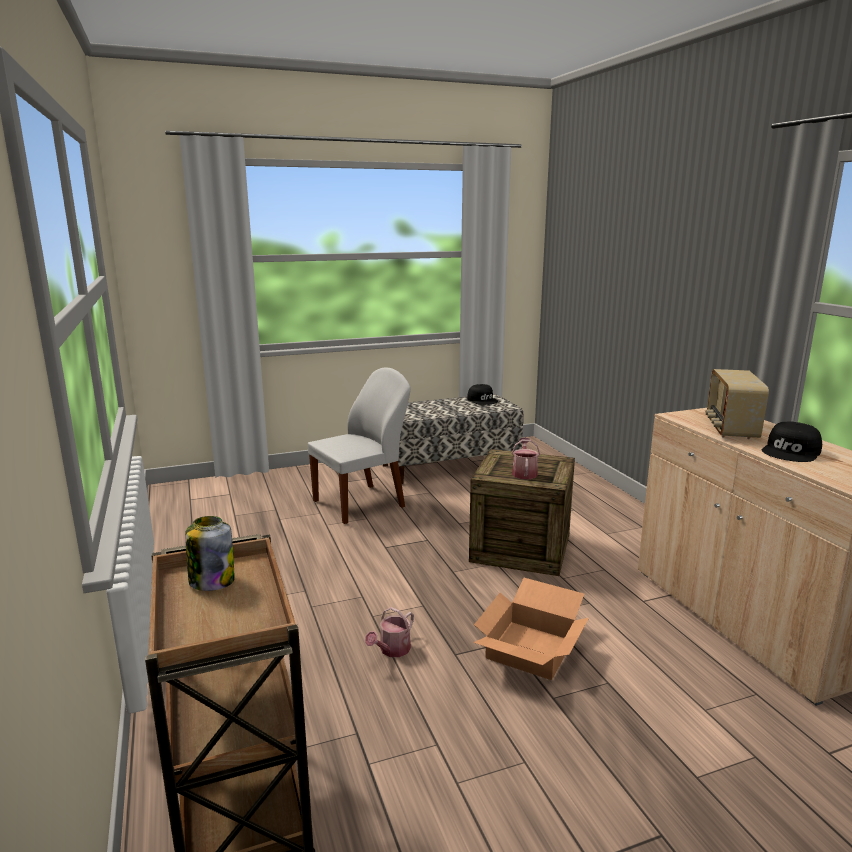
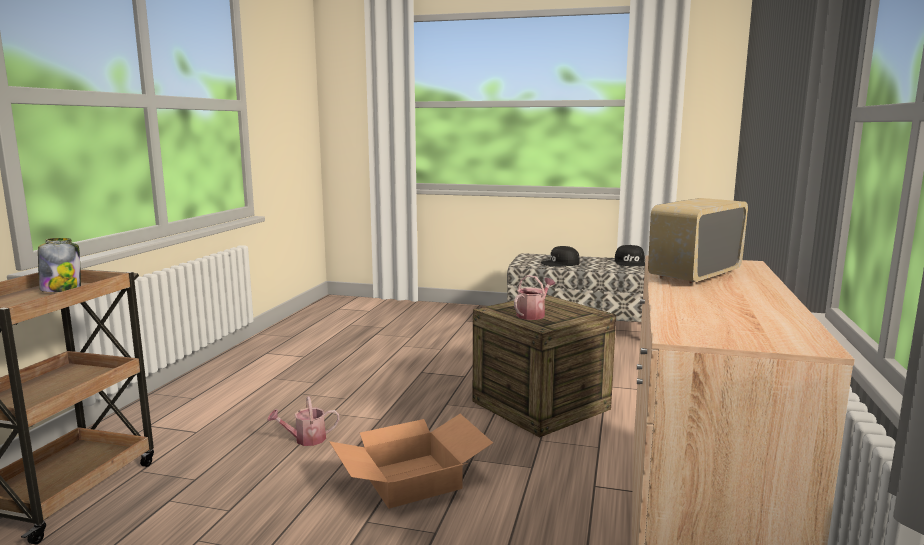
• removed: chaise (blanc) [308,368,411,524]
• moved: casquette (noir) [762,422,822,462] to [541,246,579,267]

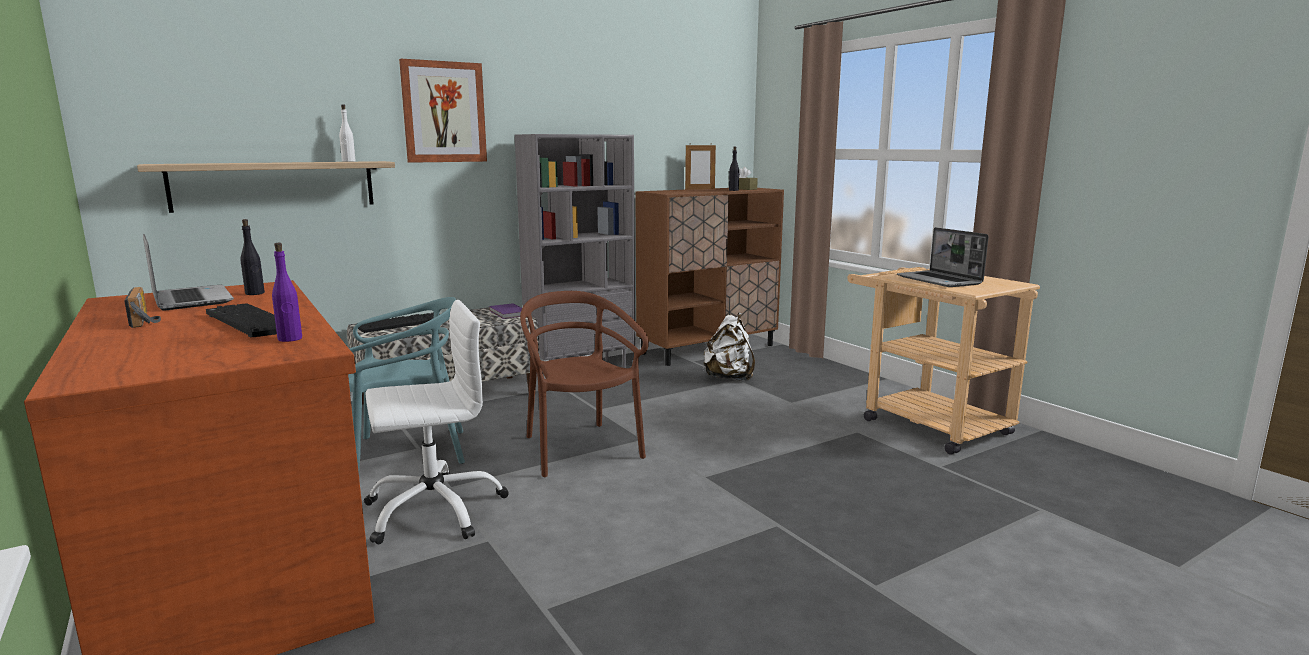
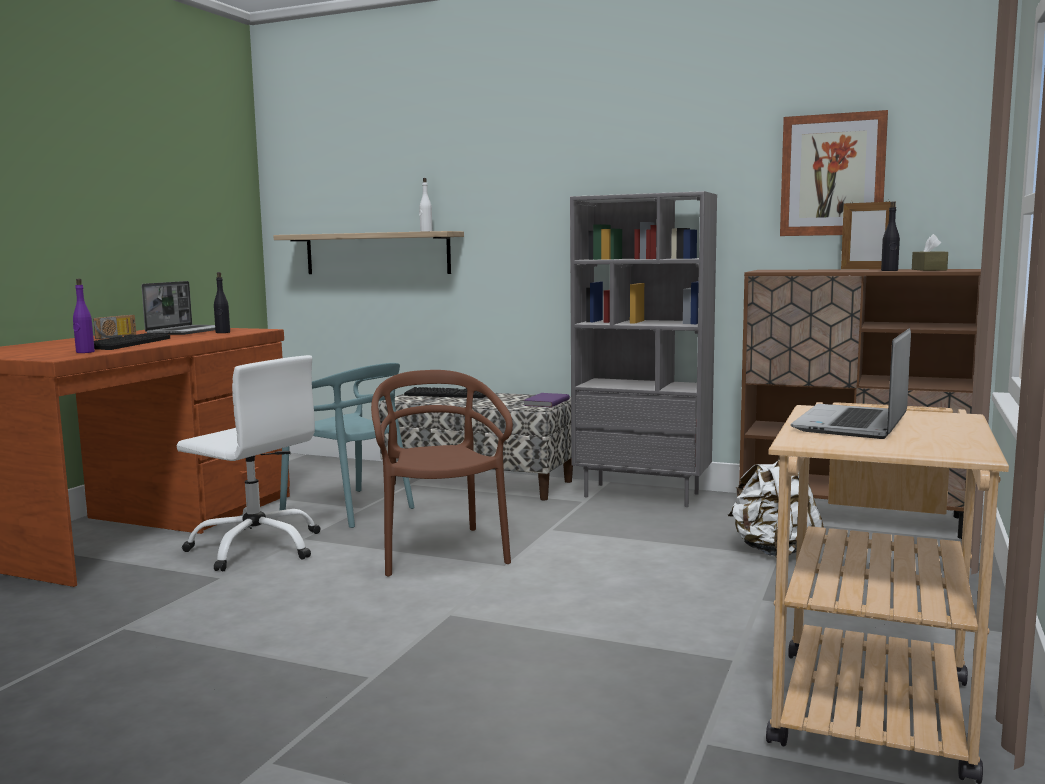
• moved: tableau [399,59,487,163] to [780,110,888,236]
• turned: chaise (marron) [520,291,649,477] = [371,370,513,577] 45 degrees counterclockwise

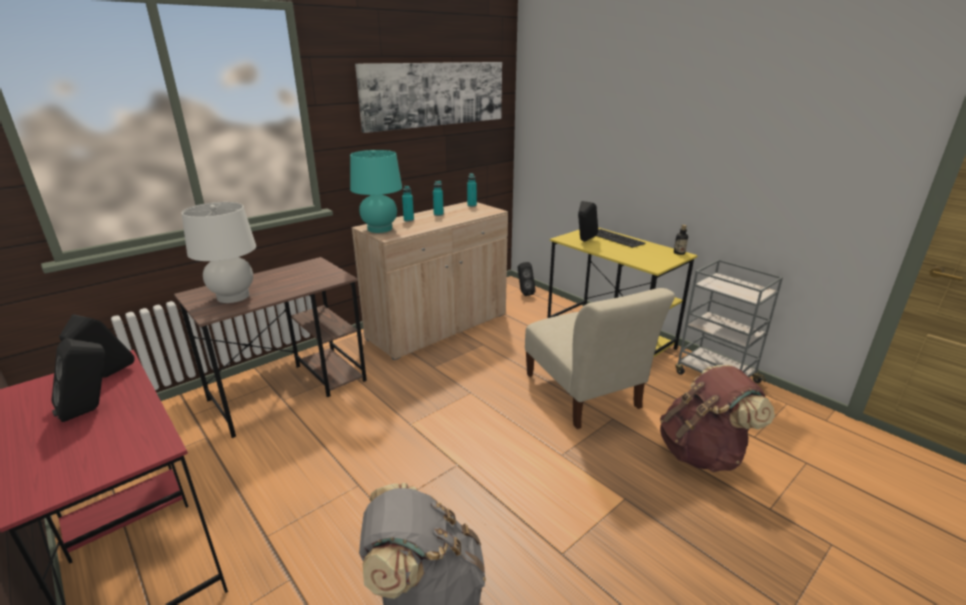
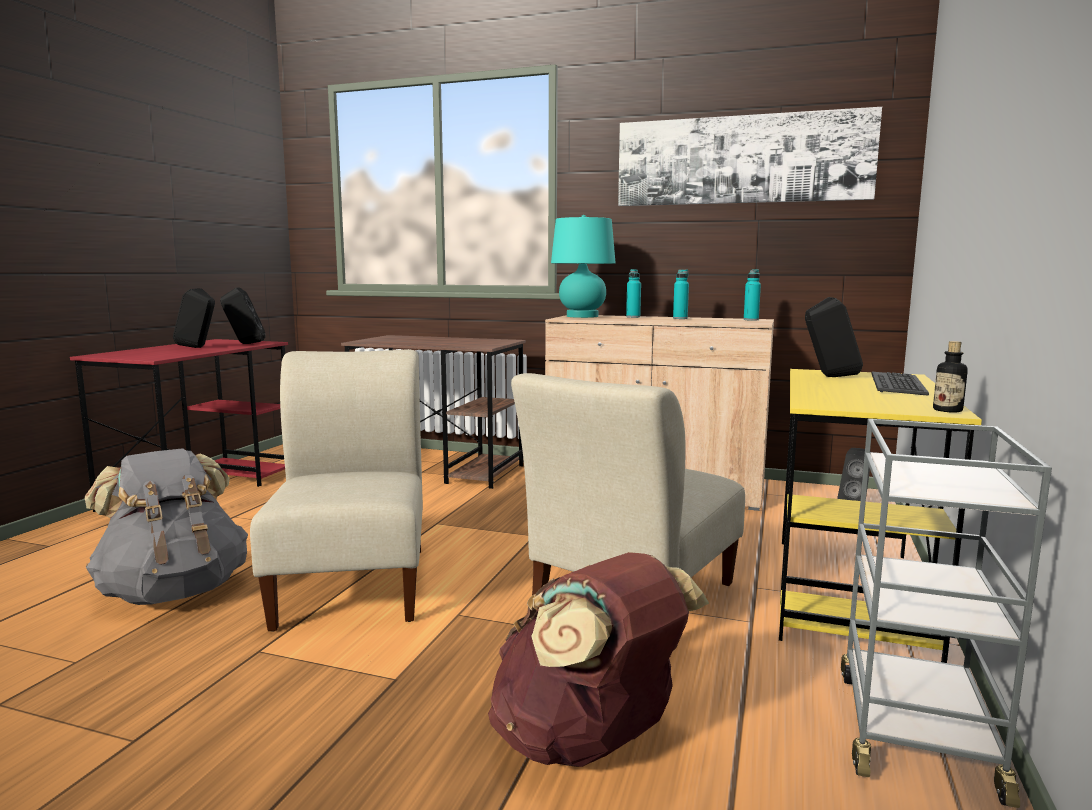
• removed: lampe de table (blanc) [182,202,256,303]
• added: chaise (beige) [250,350,423,632]

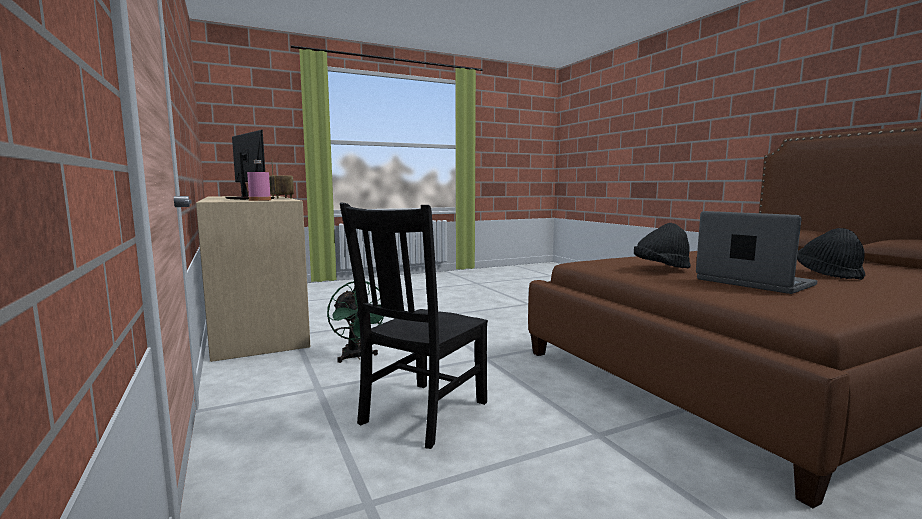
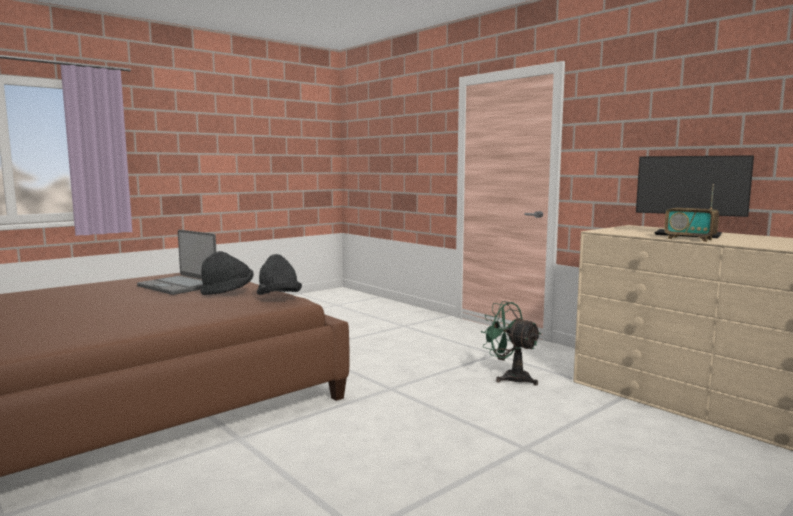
• removed: bouteille (rose) [247,160,271,201]
• removed: chaise (noir) [340,202,488,449]
• moved: chapeau (noir) [797,228,865,280] to [256,254,302,295]

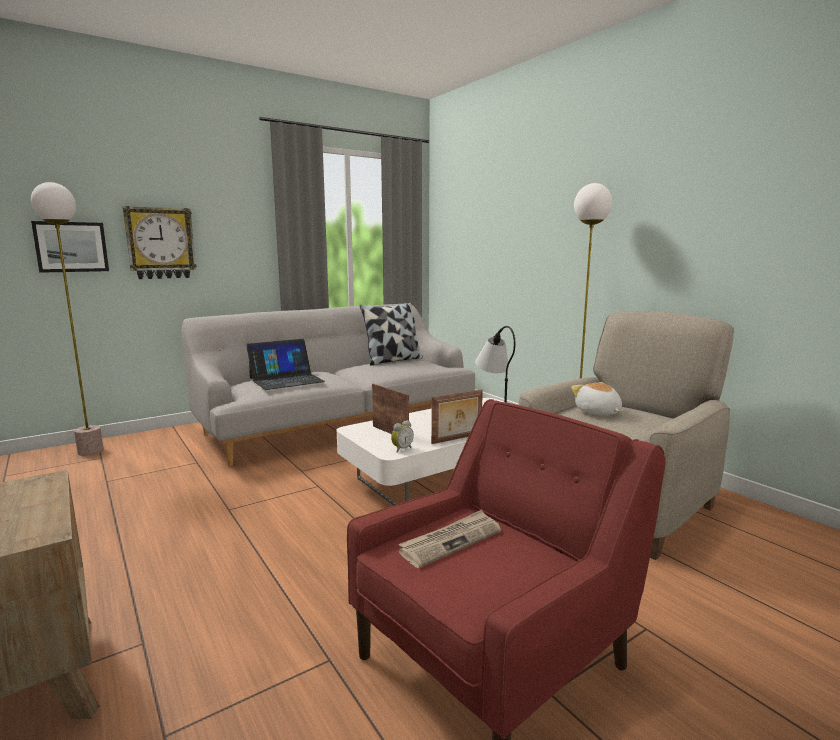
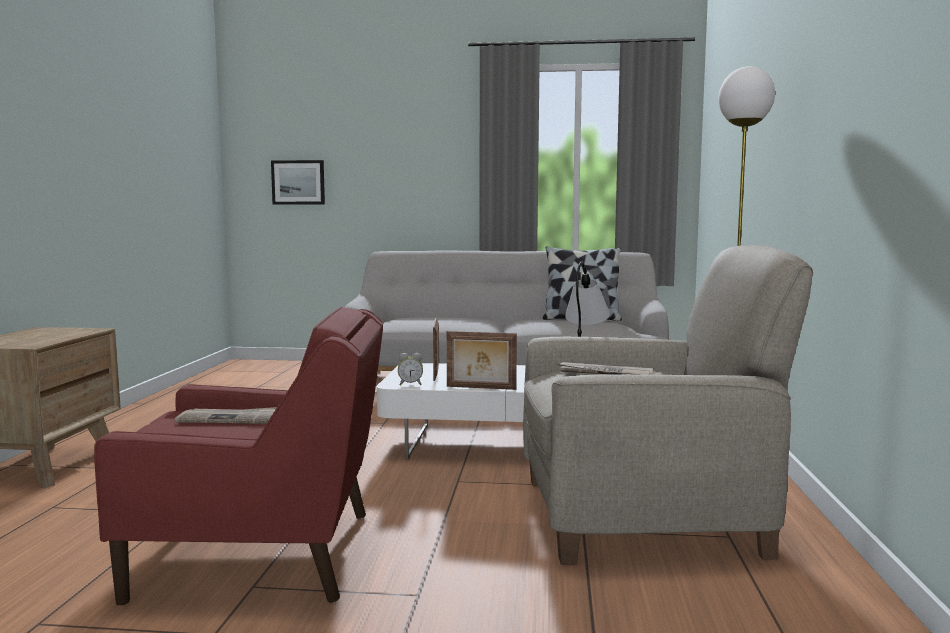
• removed: lampadaire [31,182,104,456]
• removed: horloge murale [122,206,197,279]
• removed: ordinateur portable [246,339,325,390]
• replaced: peluche [571,382,622,416] to journal [557,362,654,375]

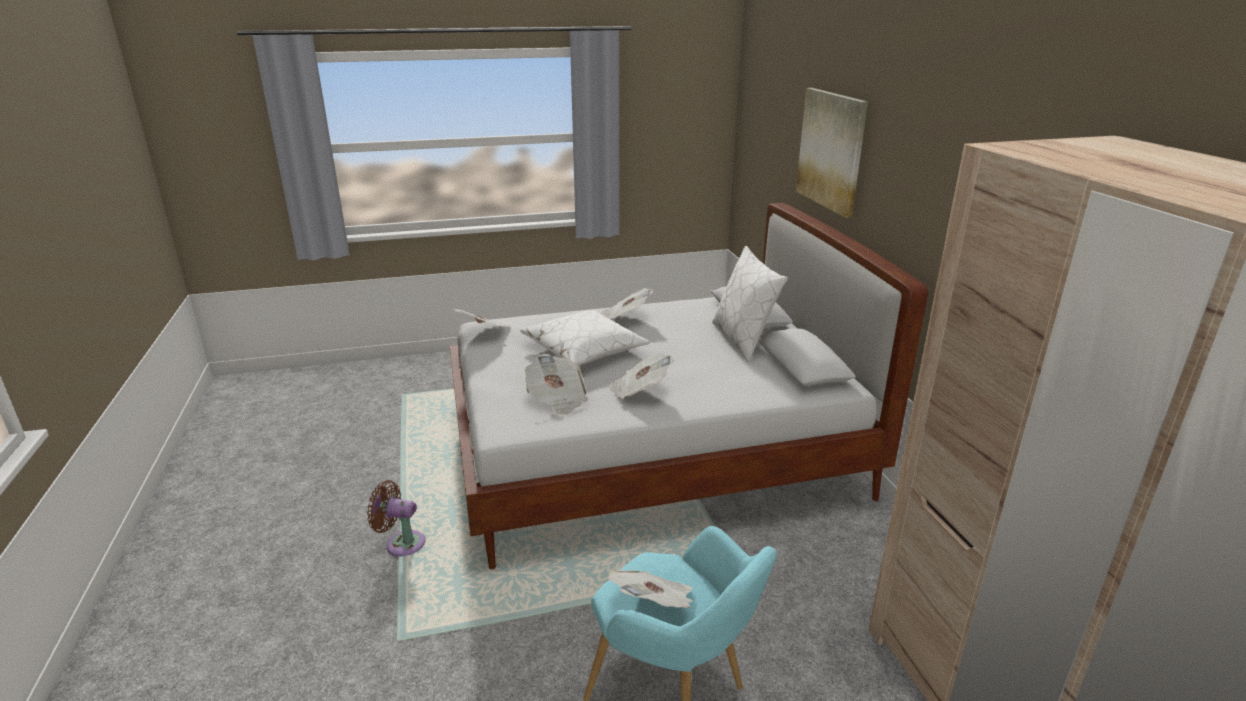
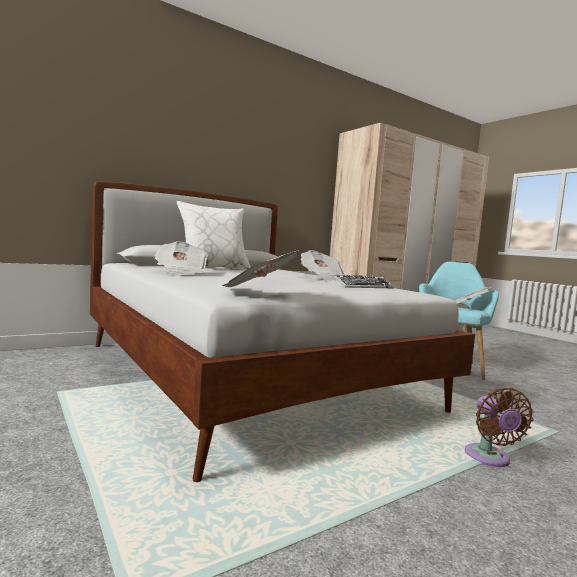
• removed: coussin (blanc) [520,310,651,365]
• replaced: journal [525,354,588,417] to clavier [334,275,394,288]
• removed: tableau [796,88,868,218]

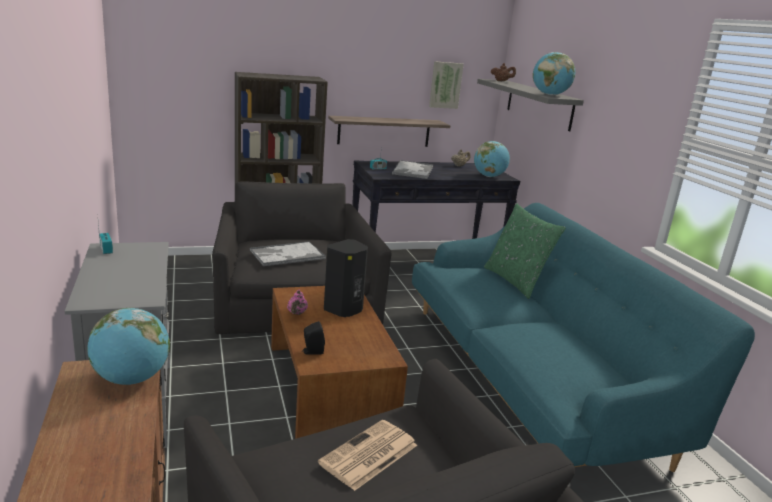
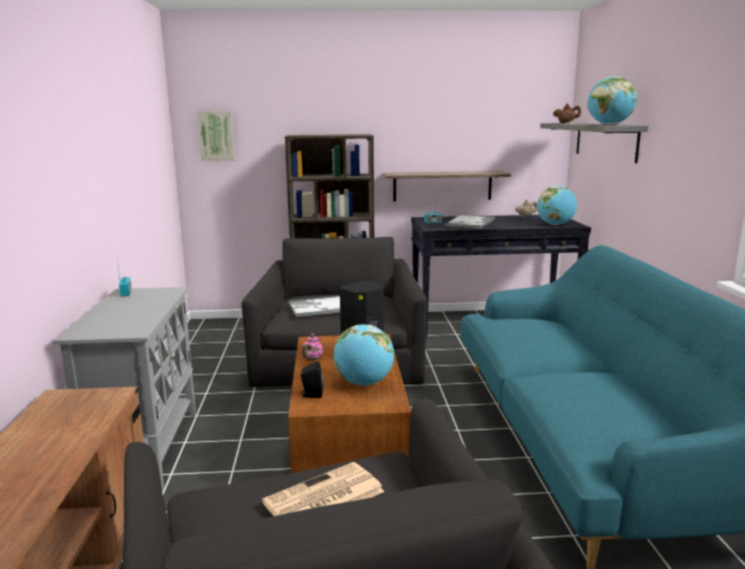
• moved: globe [87,308,170,385] to [333,324,394,386]
• moved: tableau [429,61,464,109] to [197,111,235,161]
• removed: coussin (vert) [484,203,566,299]

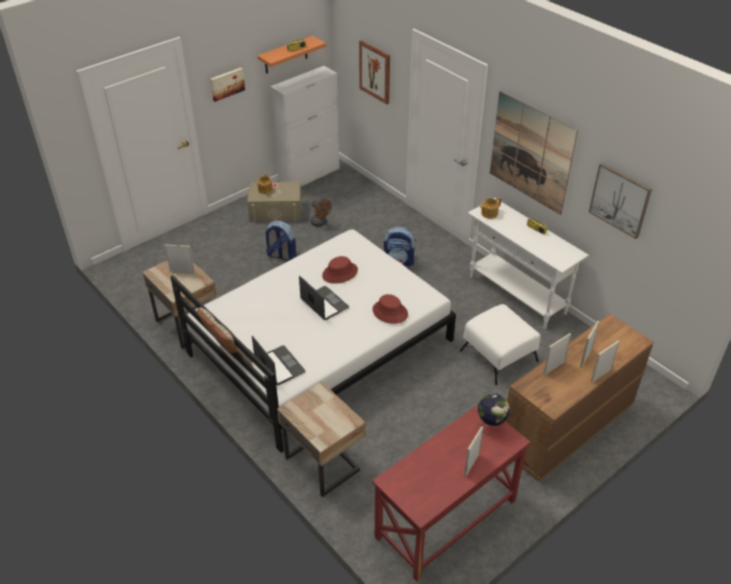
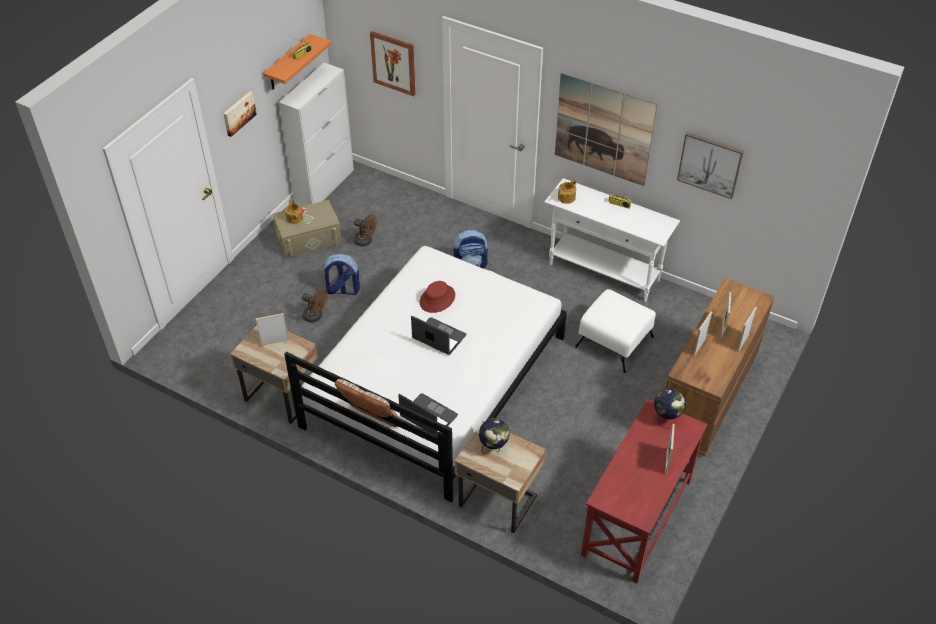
• removed: chapeau (rouge) [373,294,408,324]
• added: ventilateur (marron) [302,290,327,323]
• added: globe [479,418,510,454]

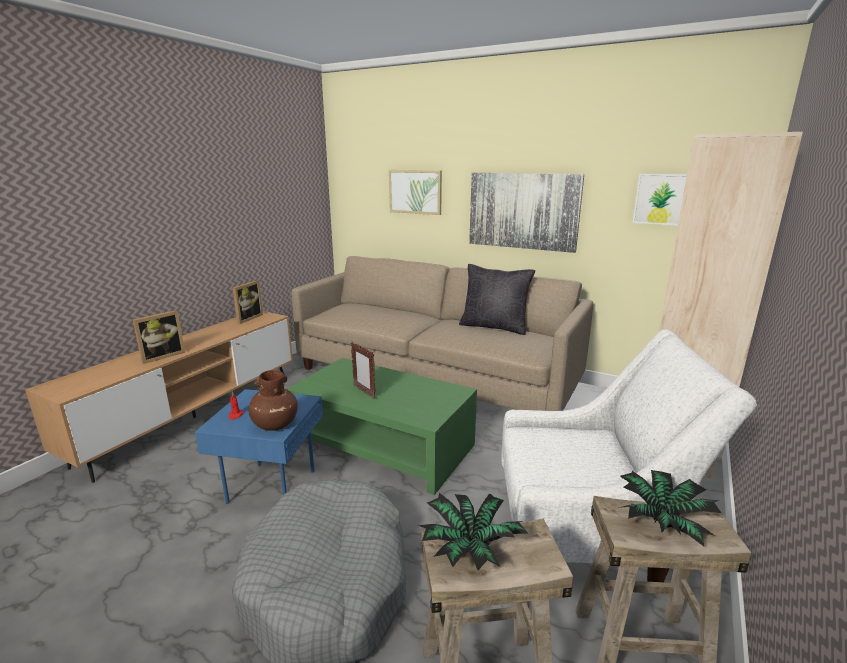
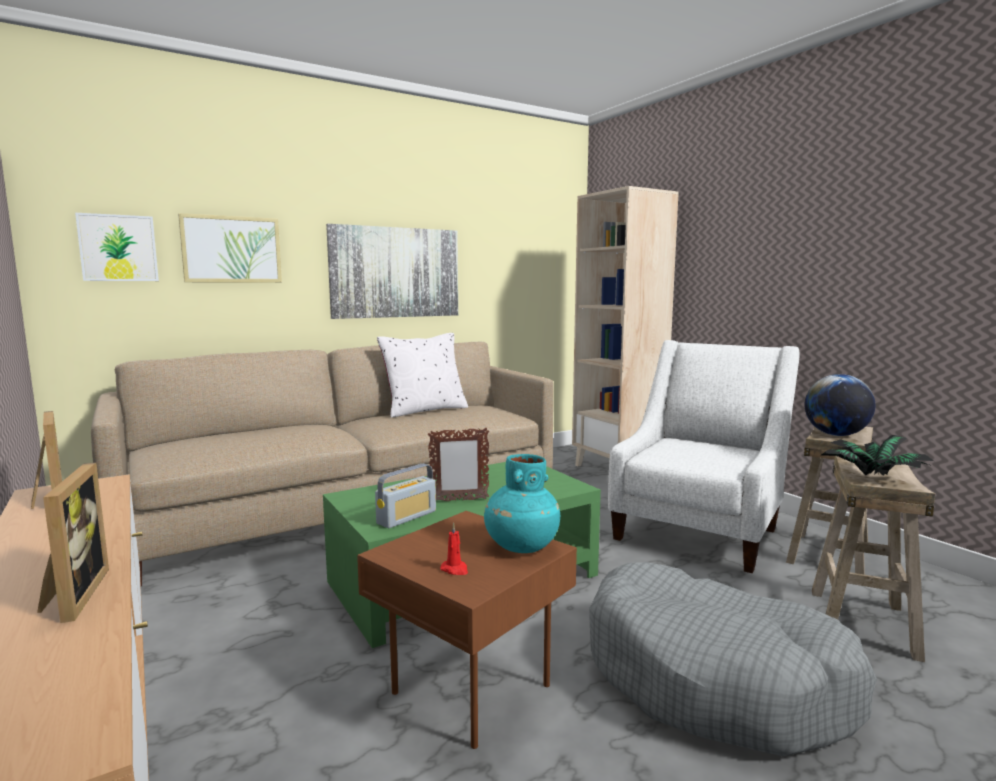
• recoloured: table d'appoint (bleu) [195,389,323,504] to table d'appoint (marron) [357,511,577,749]
• recoloured: vase (marron) [248,370,298,431] to vase (turquoise) [484,454,560,553]
• recoloured: coussin (noir) [459,264,535,335] to coussin (blanc) [377,333,468,418]
• replaced: plante en pot [618,470,721,546] to globe [805,374,875,436]
• moved: tableau [632,174,687,226] to [75,213,159,281]
• added: radio [375,463,436,528]

